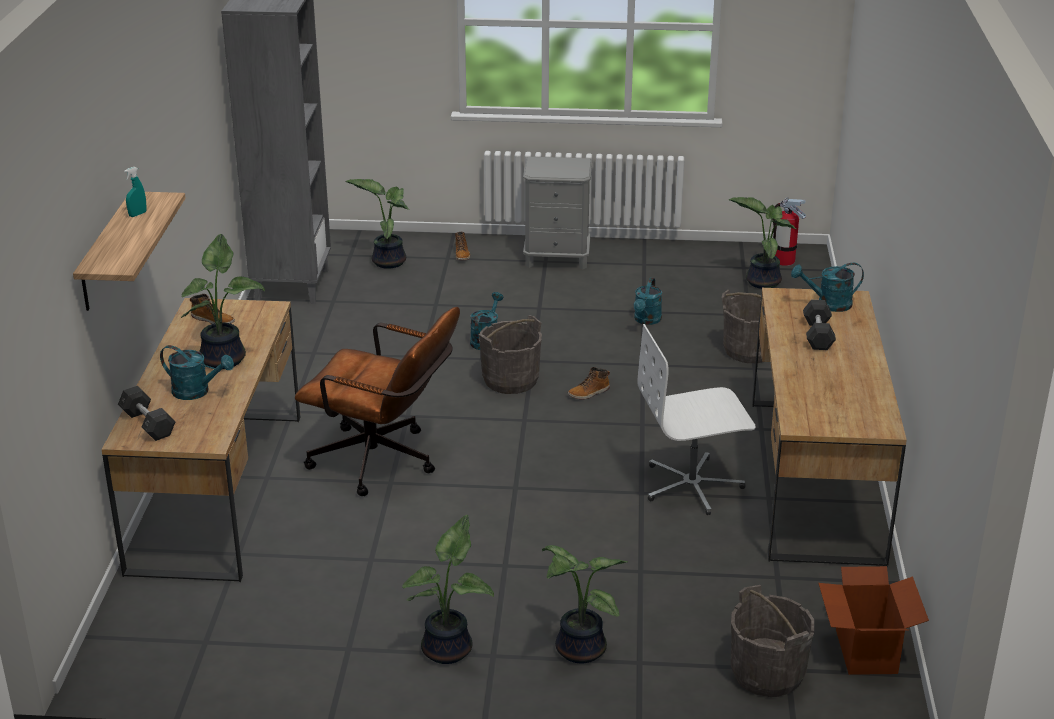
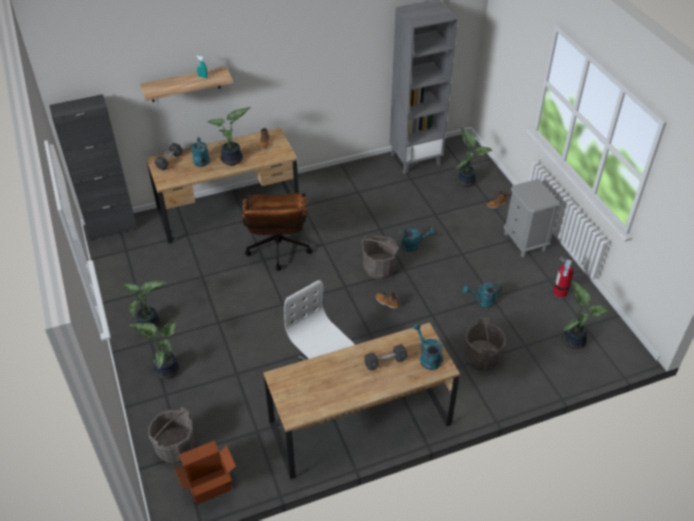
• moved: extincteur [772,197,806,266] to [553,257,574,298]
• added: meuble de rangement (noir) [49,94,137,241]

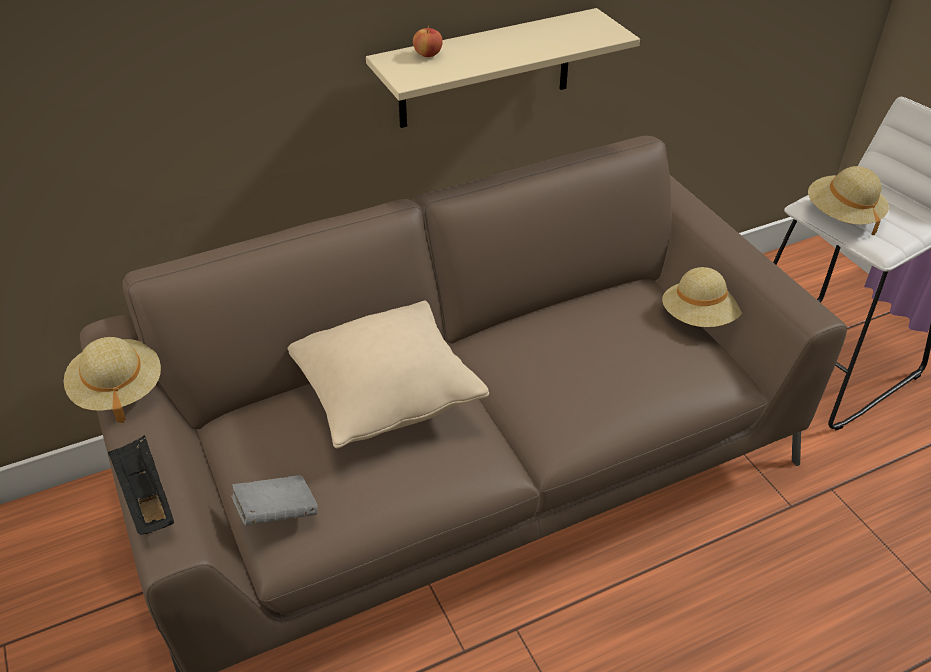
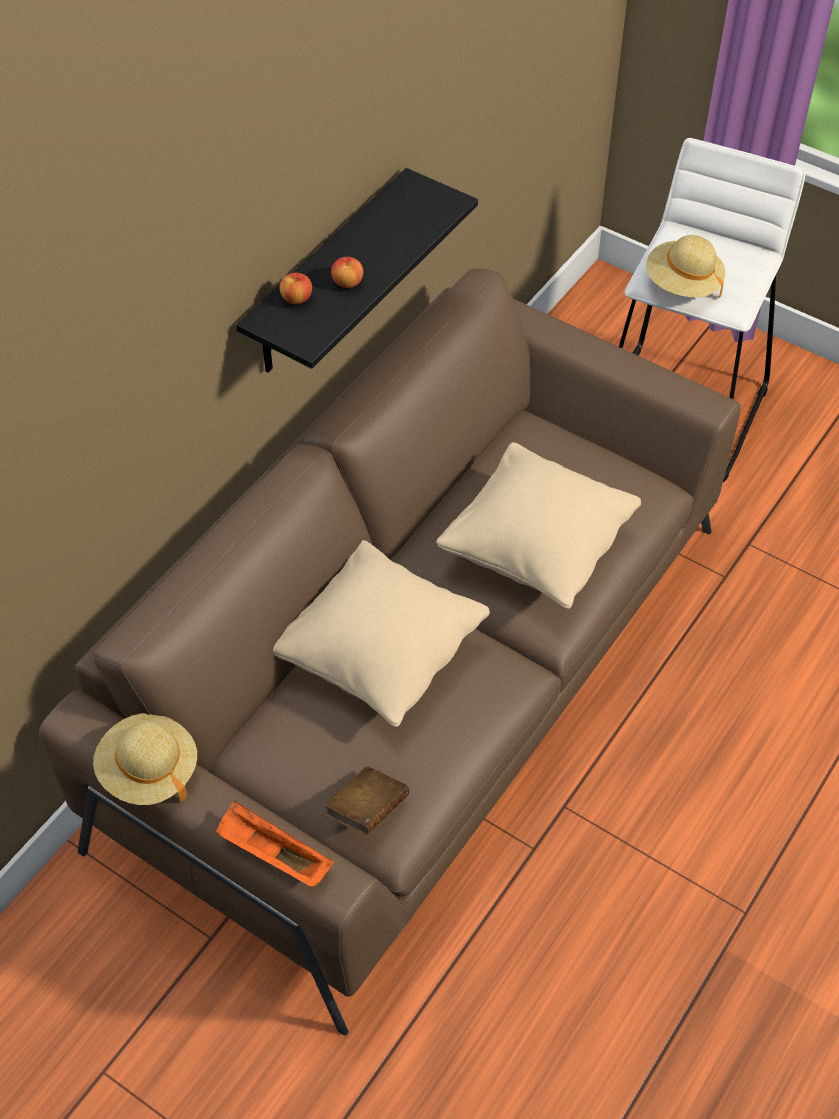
• recoloured: plateau (noir) [108,435,174,535] to plateau (orange) [216,801,334,887]
• recoloured: livre (gris) [231,475,318,526] to livre (marron) [325,767,409,834]
• recoloured: étagère (beige) [366,8,640,128] to étagère (noir) [236,168,478,373]
• removed: chapeau (beige) [662,267,742,327]
• added: pomme [331,257,363,288]
• added: coussin (beige) [436,442,641,609]

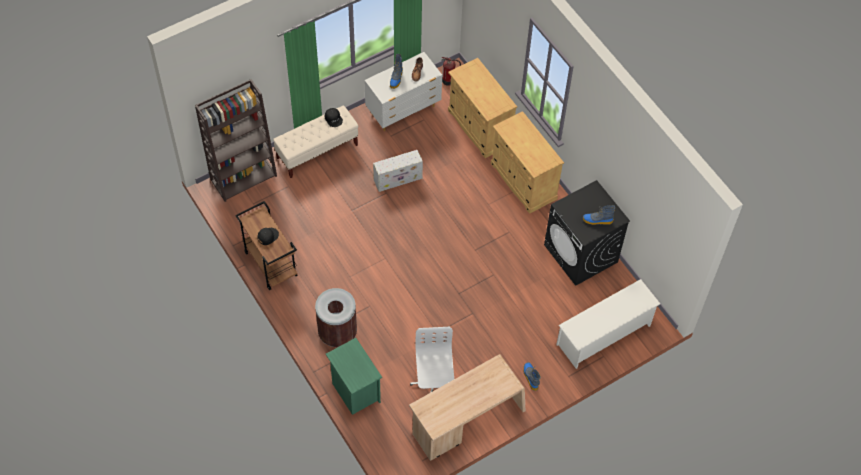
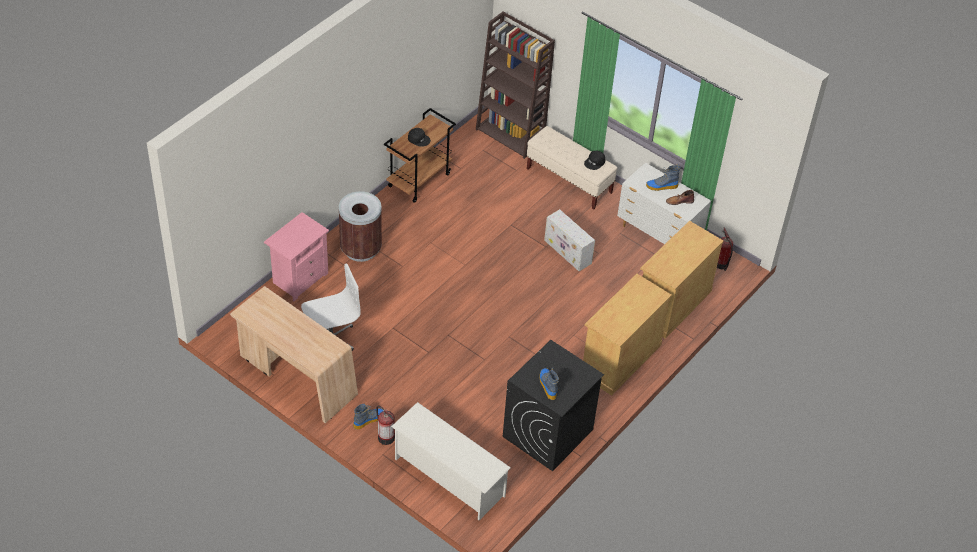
• recoloured: table de chevet (vert) [326,338,382,415] to table de chevet (rose) [264,212,329,301]
• added: extincteur [376,406,395,445]

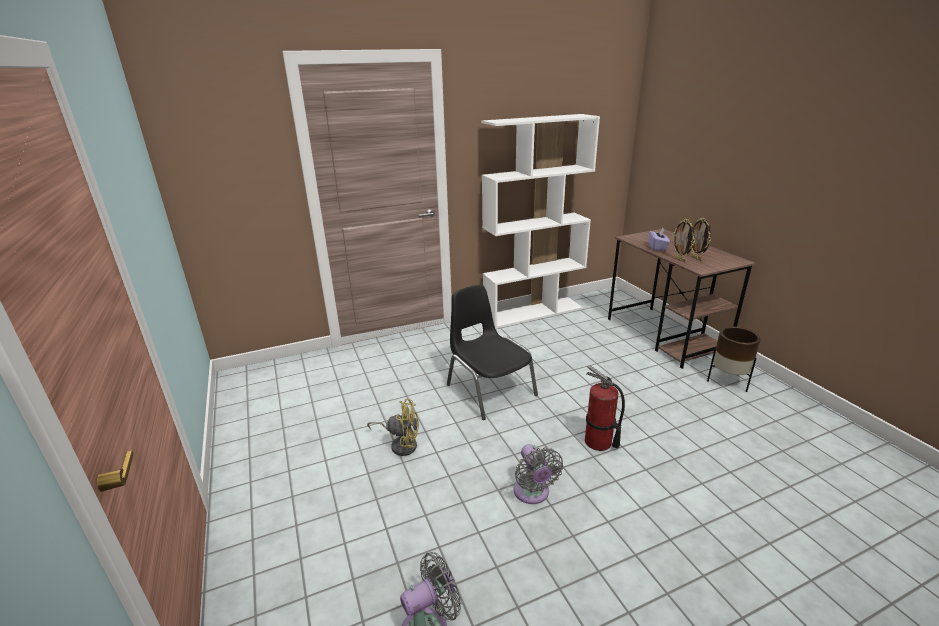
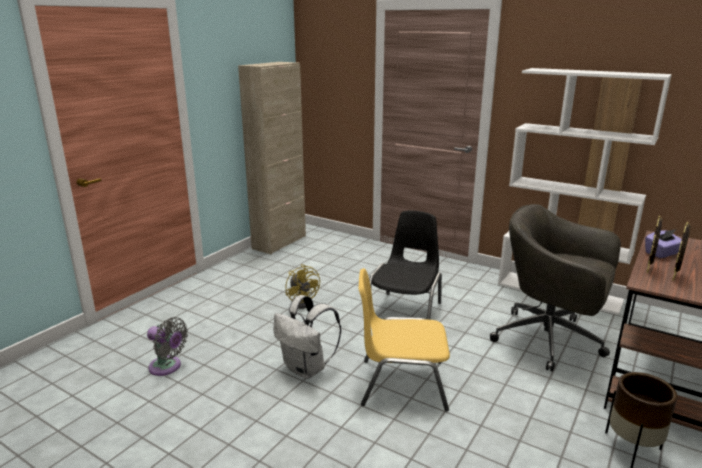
• replaced: ventilateur (gris) [514,444,563,504] to sac à dos (blanc) [274,295,341,379]
• replaced: extincteur [585,365,625,451] to chaise (jaune) [359,268,450,412]
• added: meuble de rangement (beige) [238,62,306,254]
• added: chaise de bureau (gris) [490,204,621,372]

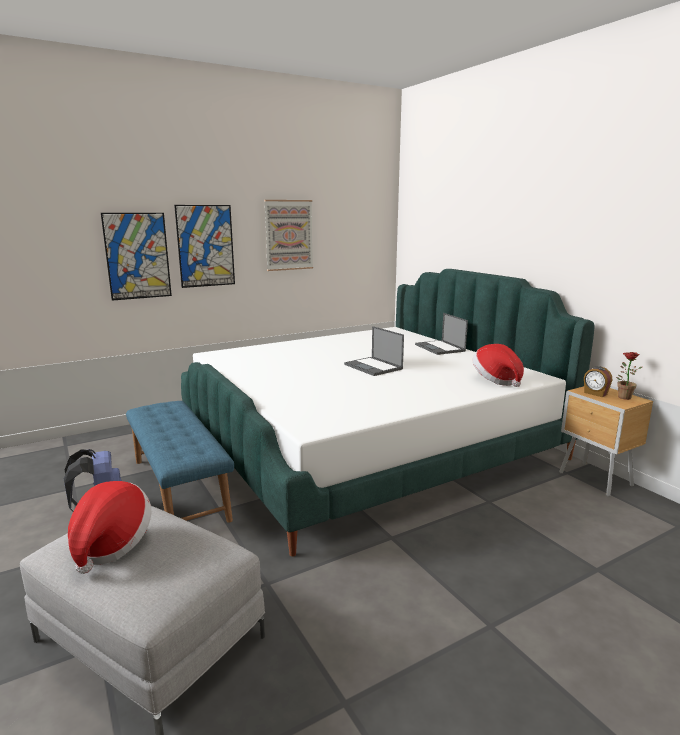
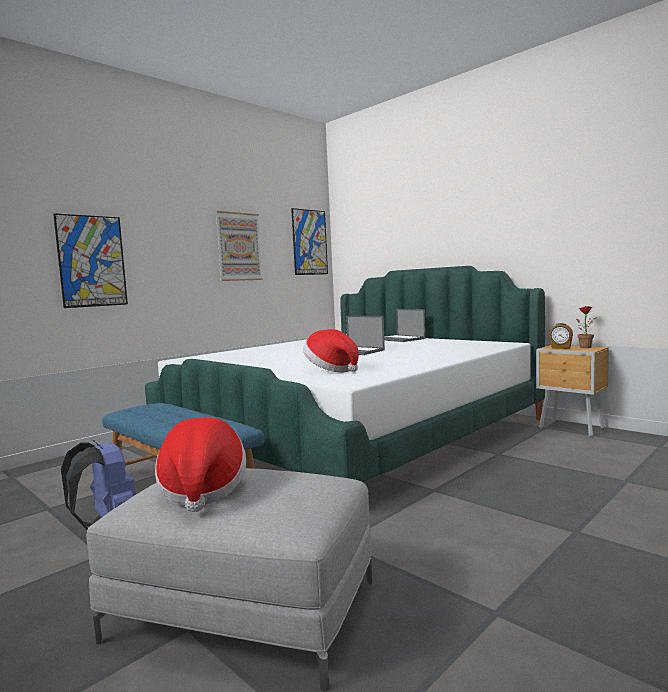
• moved: tableau [174,205,235,288] to [291,208,328,275]
• moved: chapeau [473,344,524,387] to [303,329,359,372]

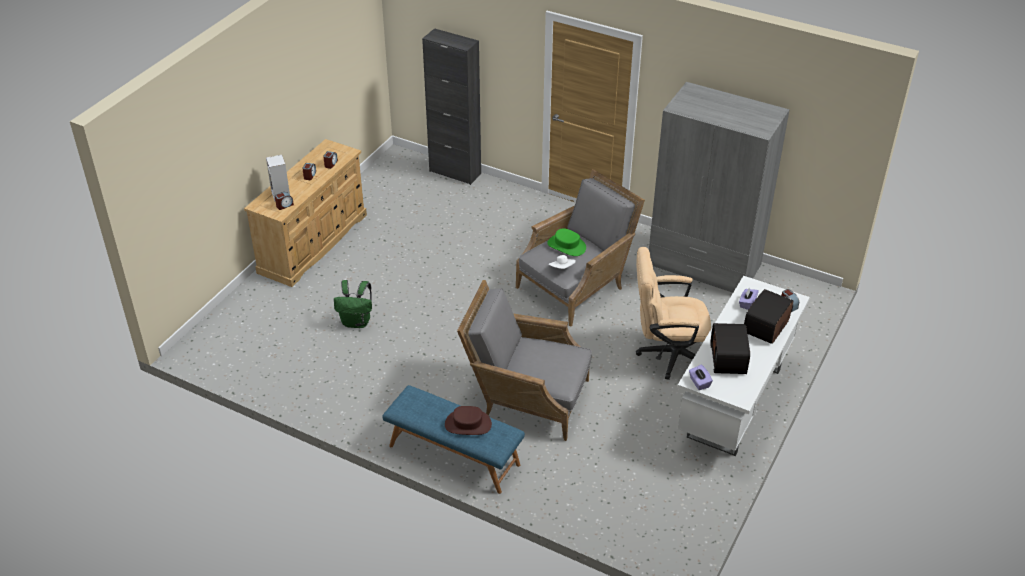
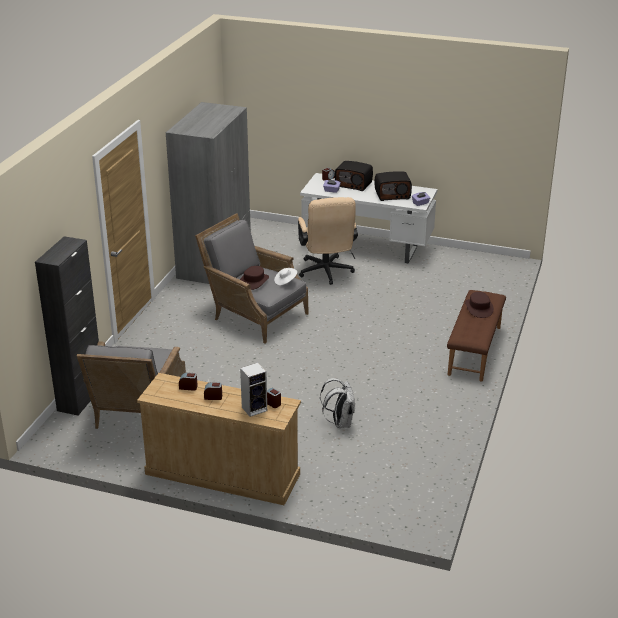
• recoloured: sac à dos (vert) [334,280,372,328] to sac à dos (blanc) [320,378,355,428]
• recoloured: banc (bleu) [382,385,525,494] to banc (marron) [447,290,506,381]
• moved: fauteuil (gris) [457,280,592,441] to [77,341,186,429]
• recoloured: chapeau (vert) [547,228,586,256] to chapeau (marron) [240,266,269,290]

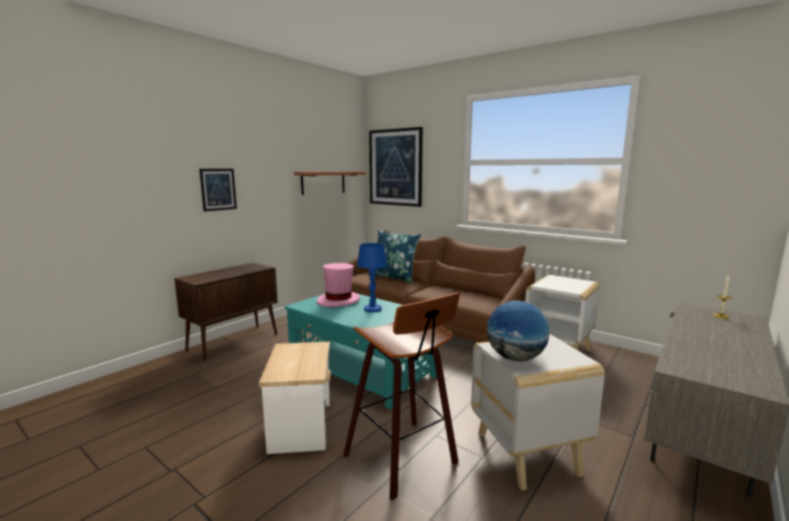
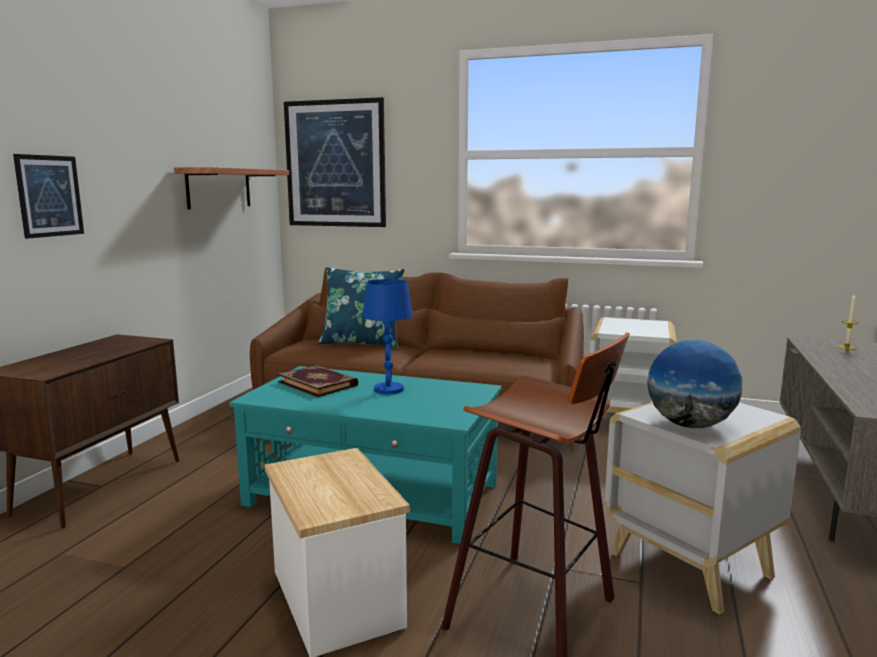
• replaced: chapeau (rose) [317,263,360,307] to livre [278,365,358,397]

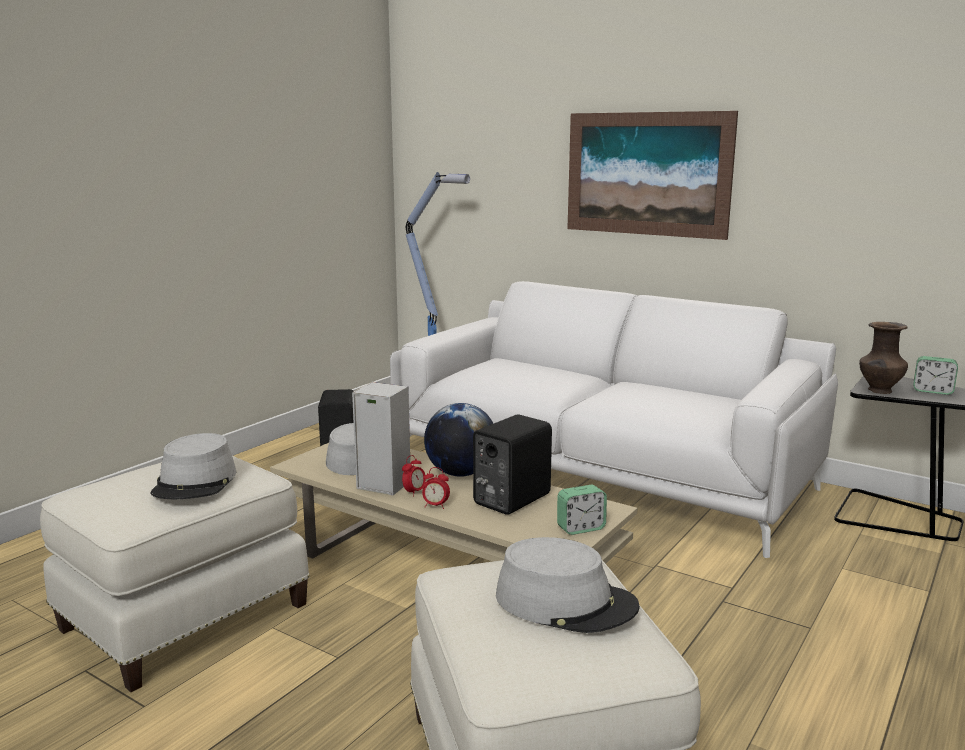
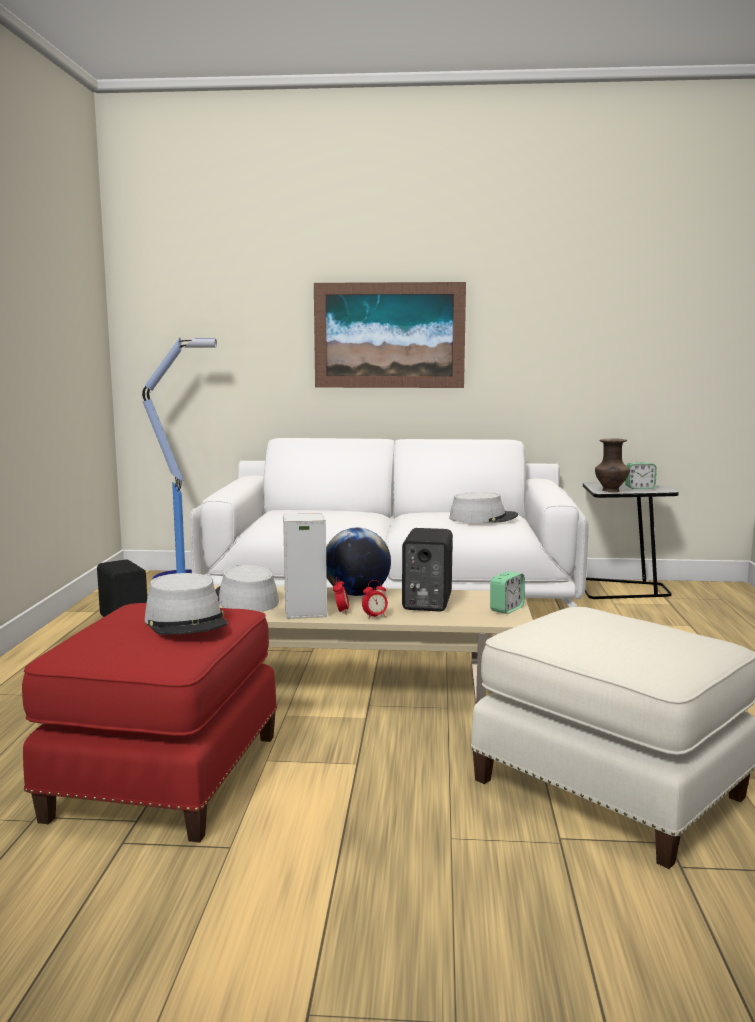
• recoloured: pouf (blanc) [40,456,309,692] to pouf (rouge) [22,603,277,843]
• moved: chapeau (gris) [496,537,640,633] to [449,492,518,523]

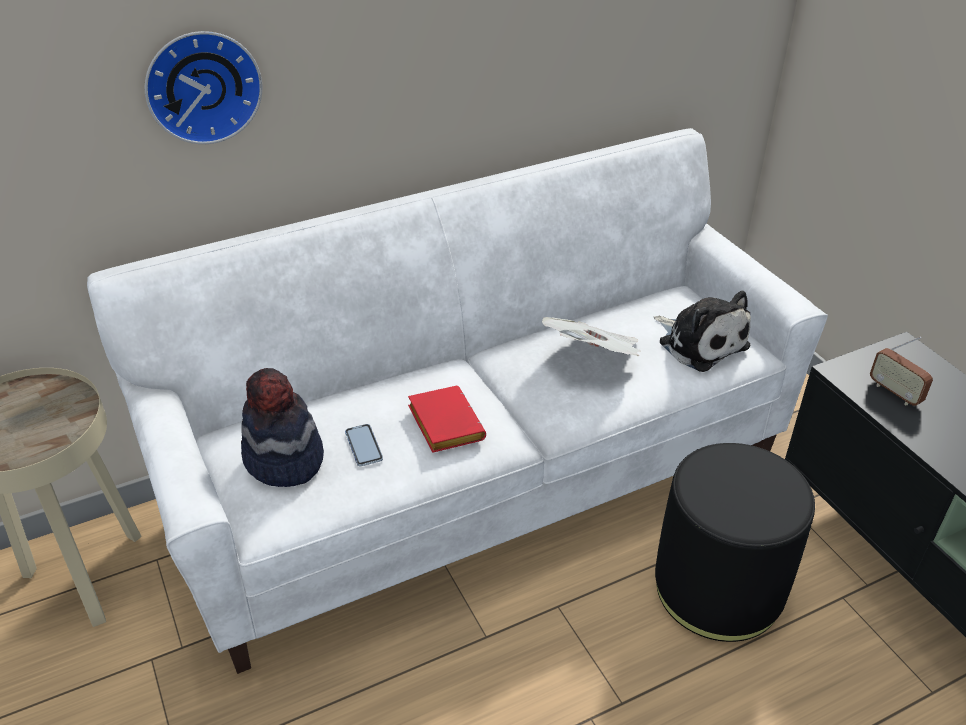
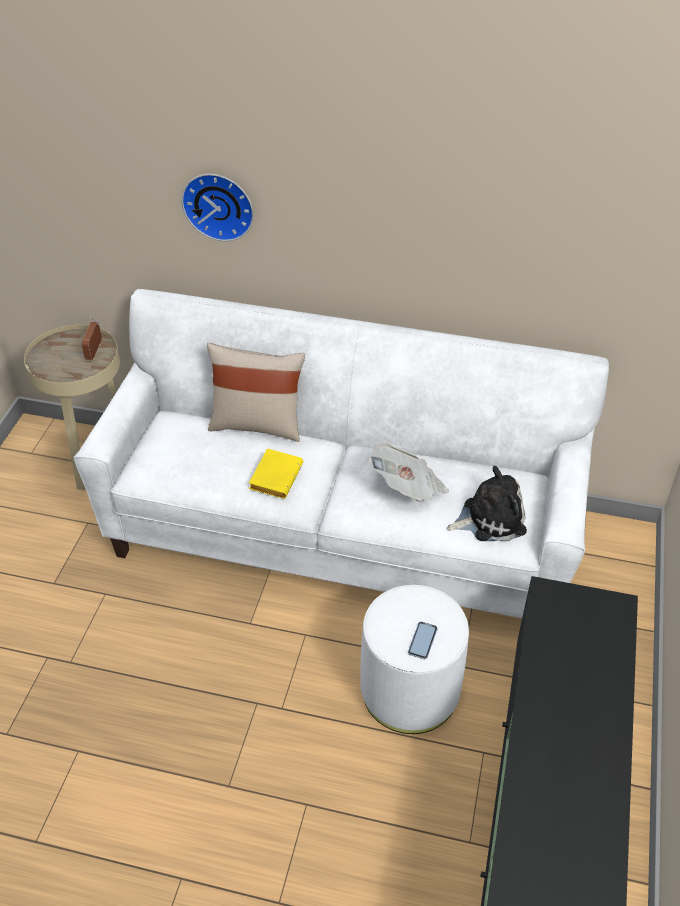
• removed: chapeau [241,368,324,487]
• moved: téléphone [345,424,383,466] to [408,622,438,659]
• recoloured: livre (rouge) [408,386,486,453] to livre (jaune) [249,449,303,499]
• turned: peluche [654,291,751,372] = [447,466,527,541] 105 degrees counterclockwise
• recoloured: pouf (noir) [655,443,815,642] to pouf (blanc) [360,585,469,734]
• moved: radio [870,336,933,406] to [82,316,102,360]
• added: coussin (beige) [207,343,305,442]

